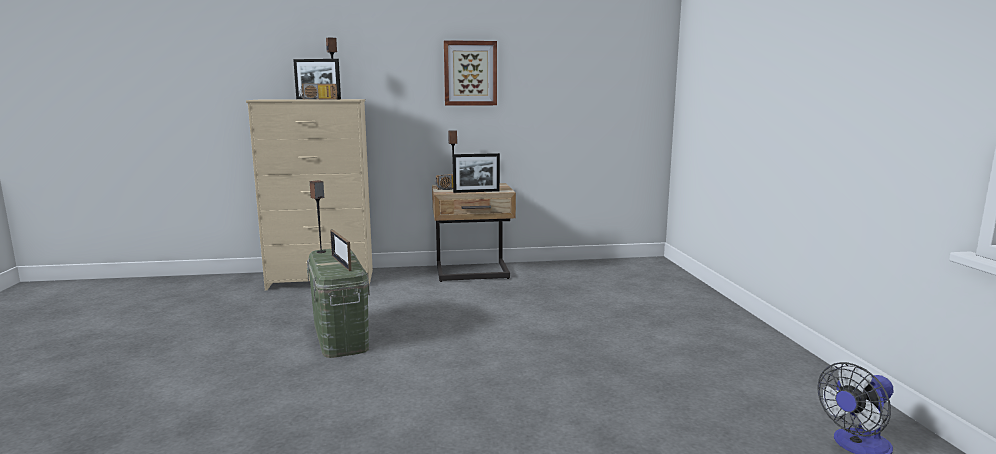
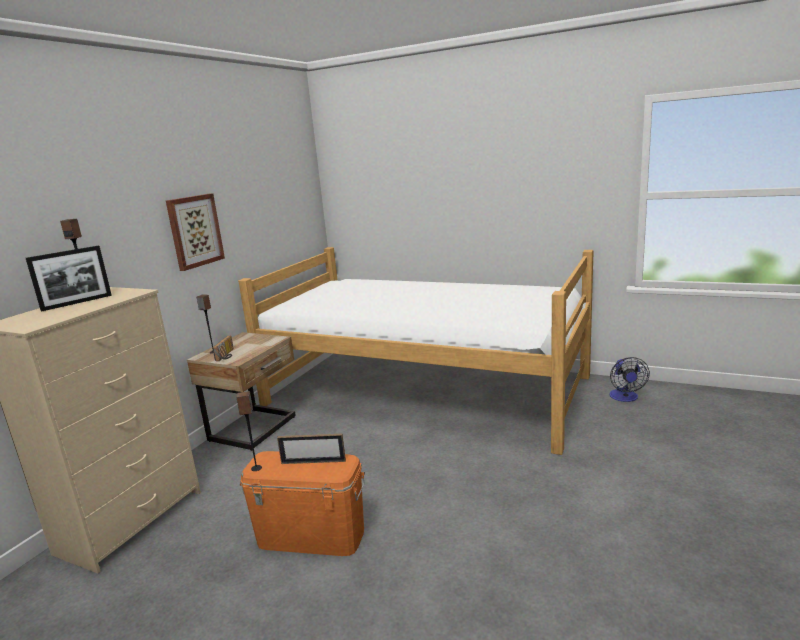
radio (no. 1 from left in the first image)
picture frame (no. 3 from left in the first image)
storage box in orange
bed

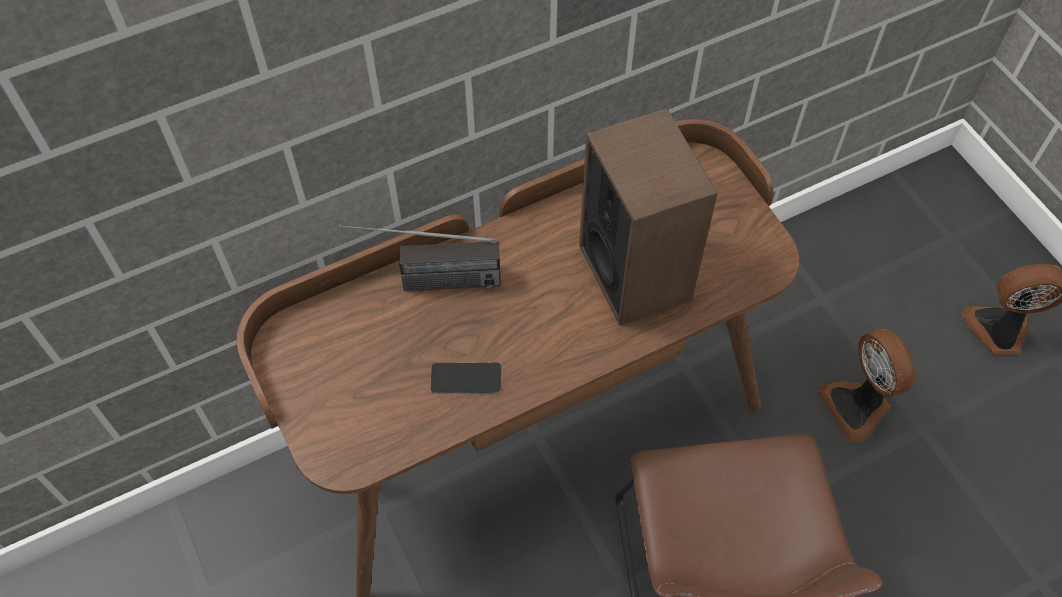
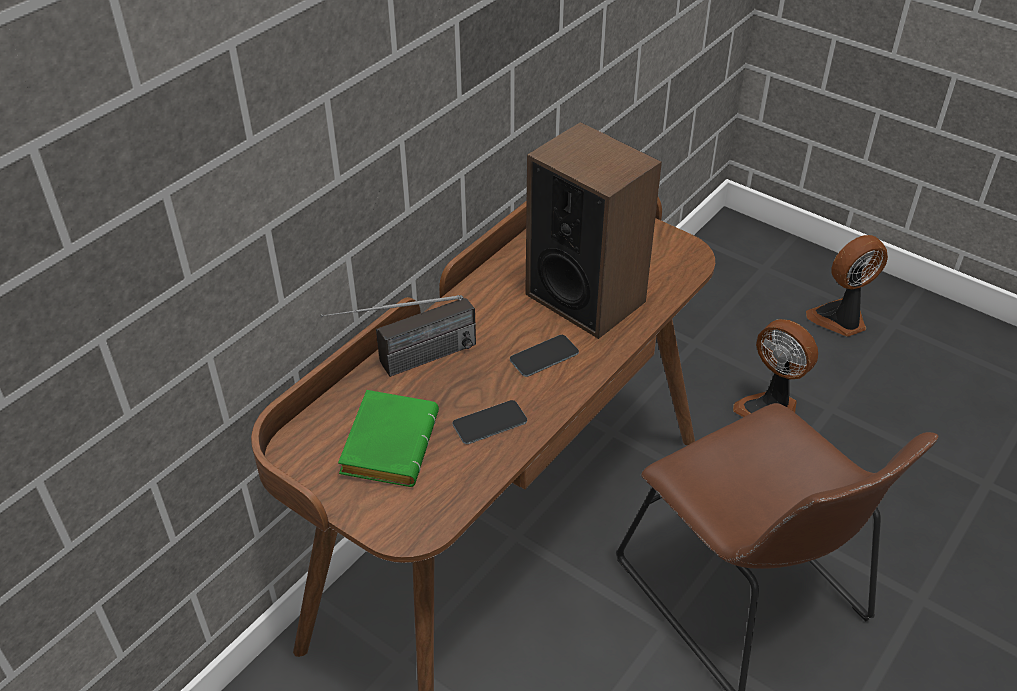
phone (no. 2 from left)
book in green

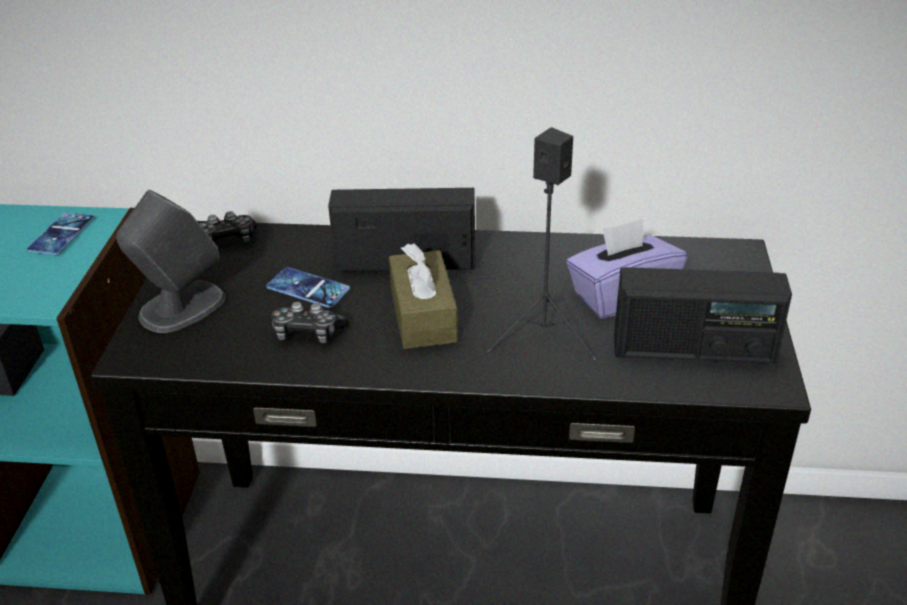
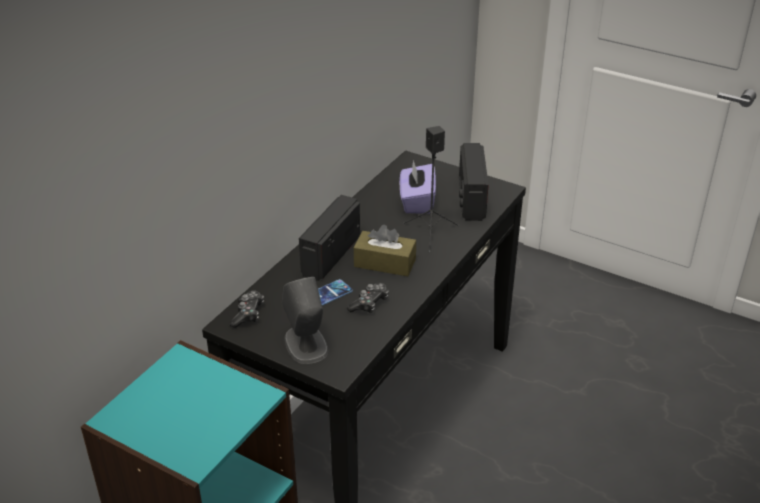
phone (no. 1 from left in the first image)
radio (no. 2 from left)

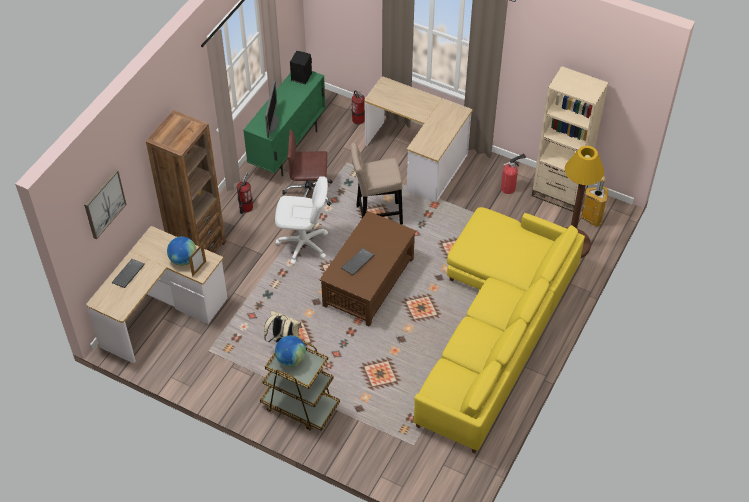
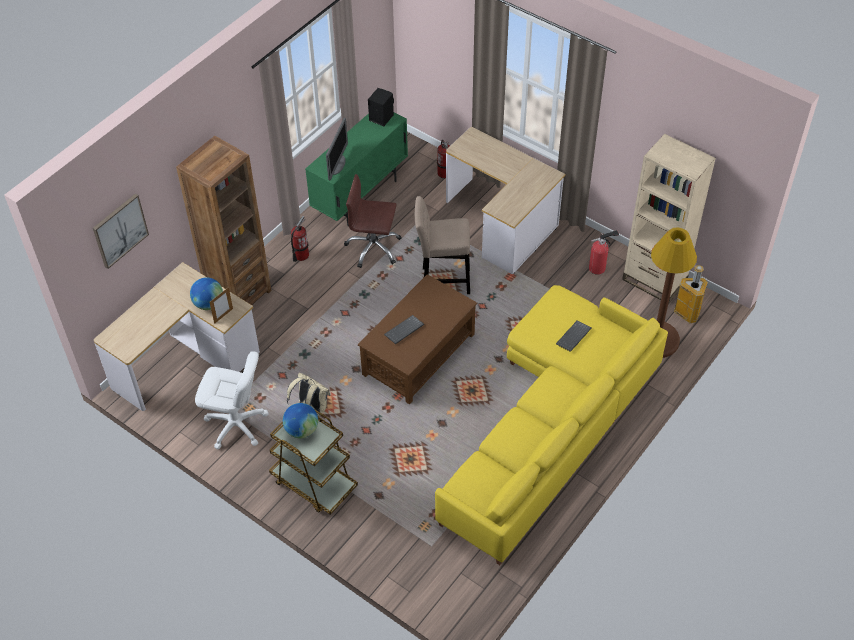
office chair in white
keyboard (no. 2 from left)

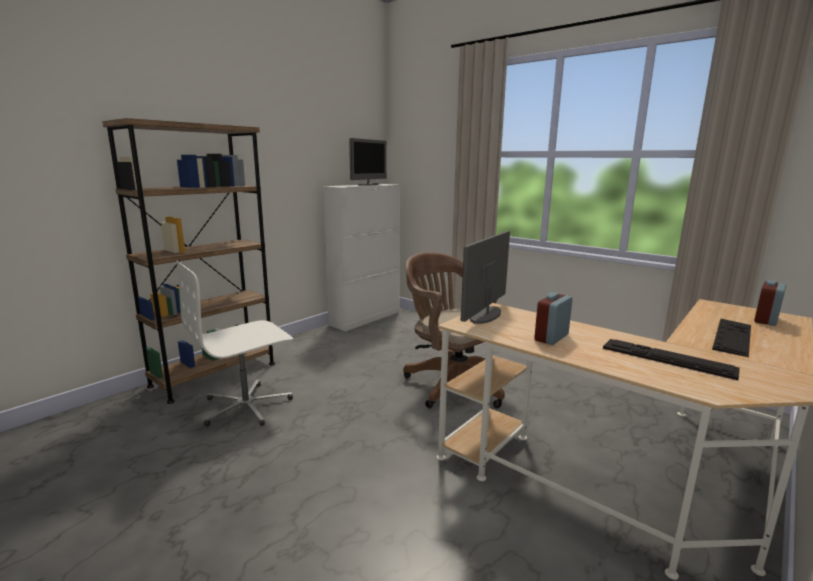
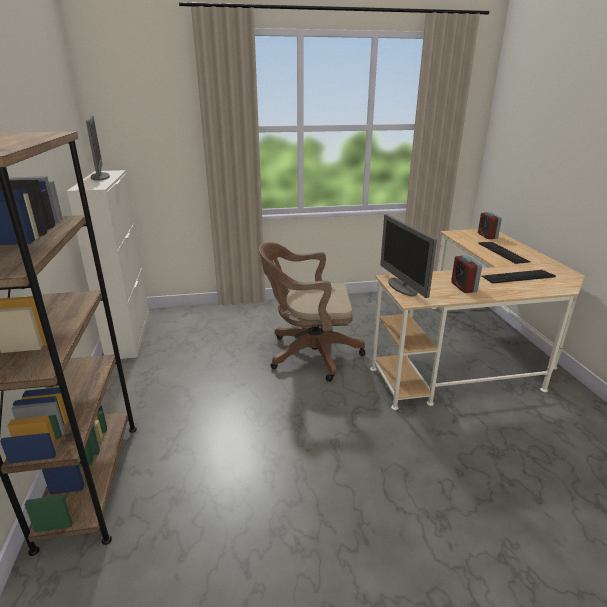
office chair in white

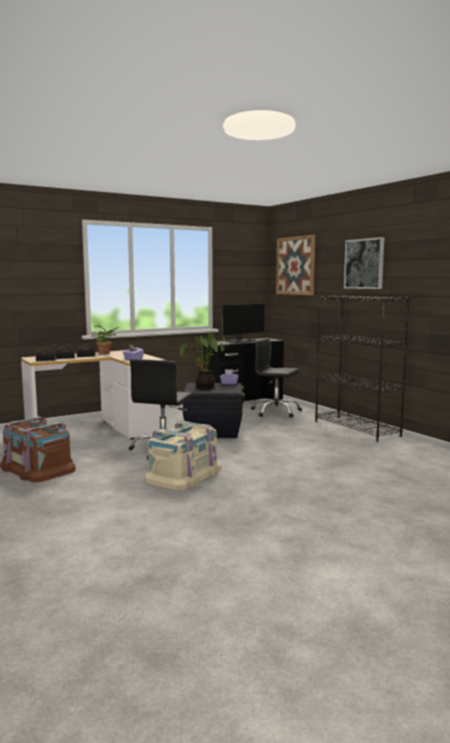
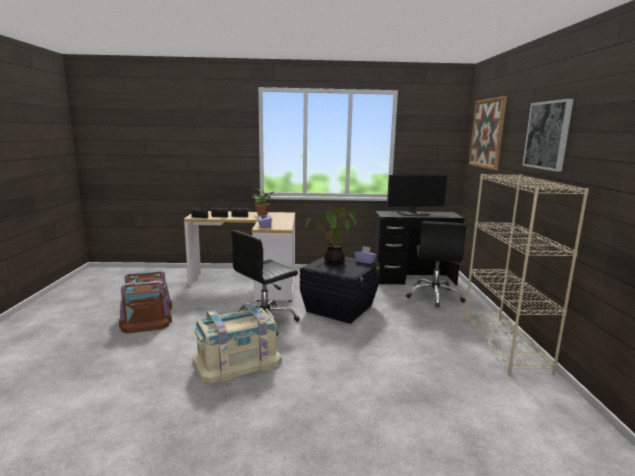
bookcase in beige
office chair in black (no. 2 from left)

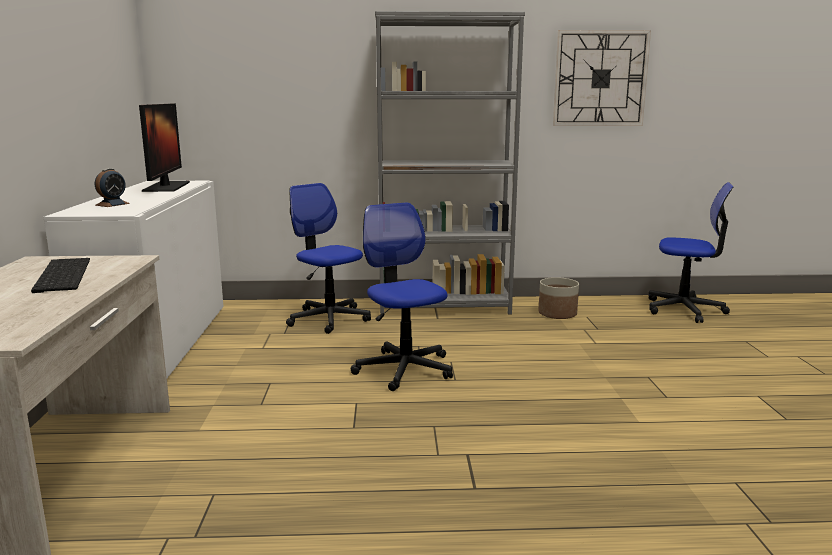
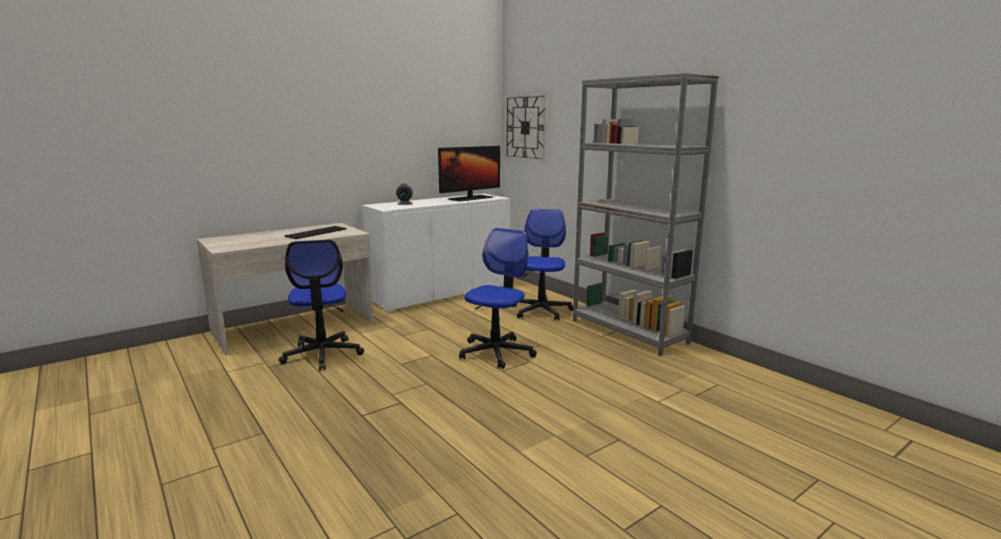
wall clock
office chair (no. 1 from left)
planter

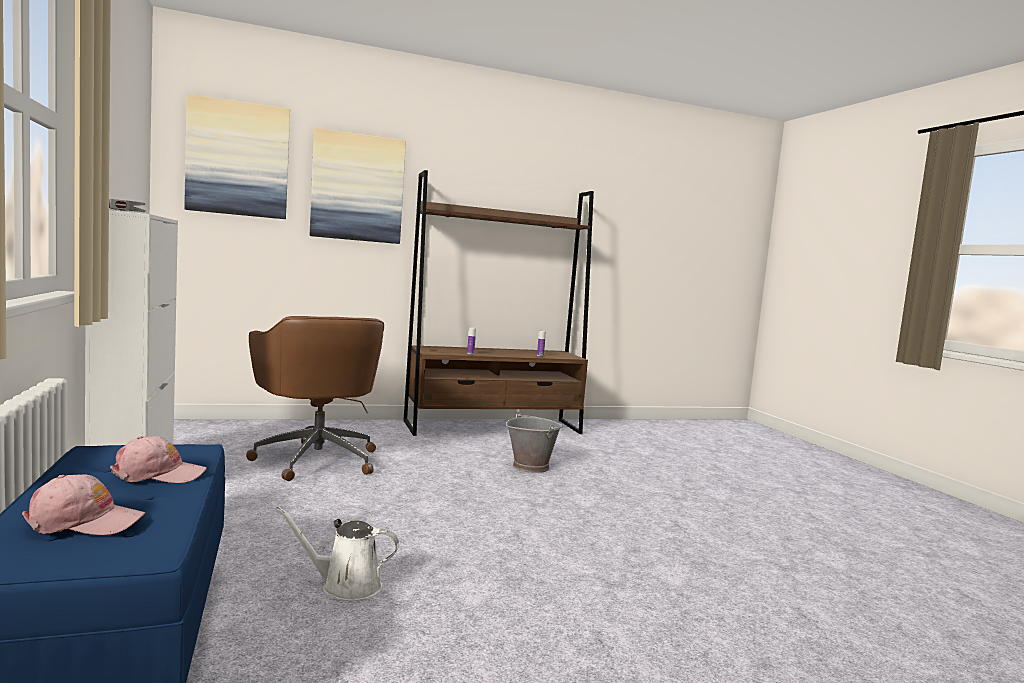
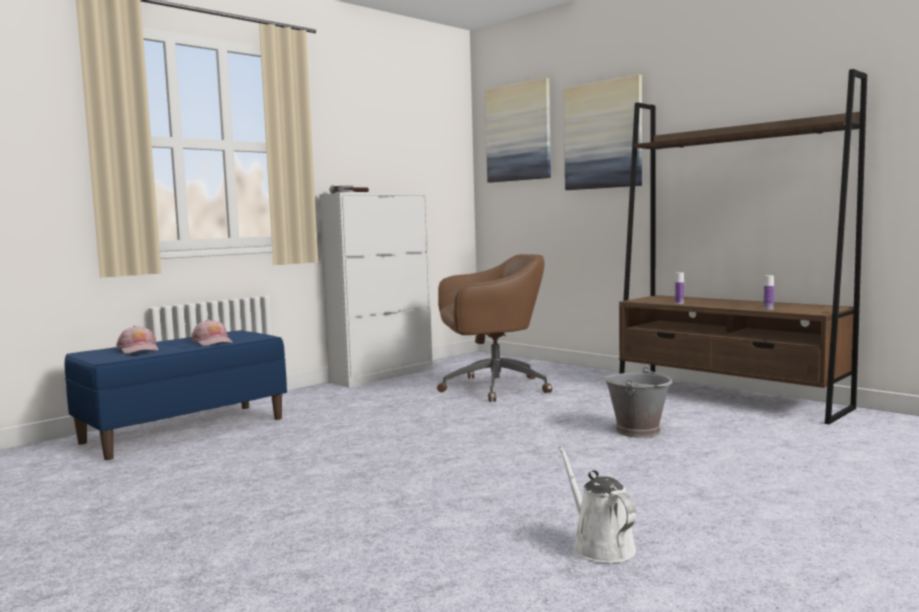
office chair in brown
watering can in white

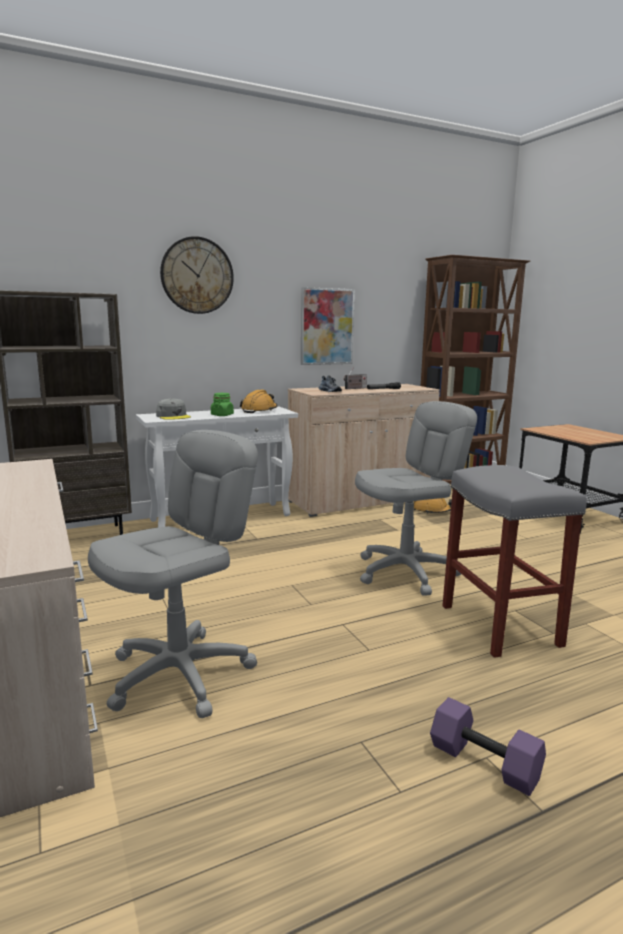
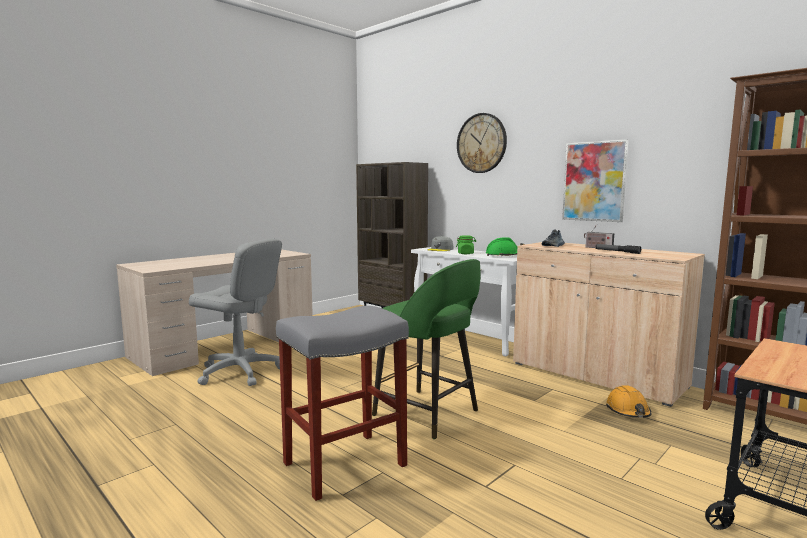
hard hat in green
stool in green
dumbbell in purple

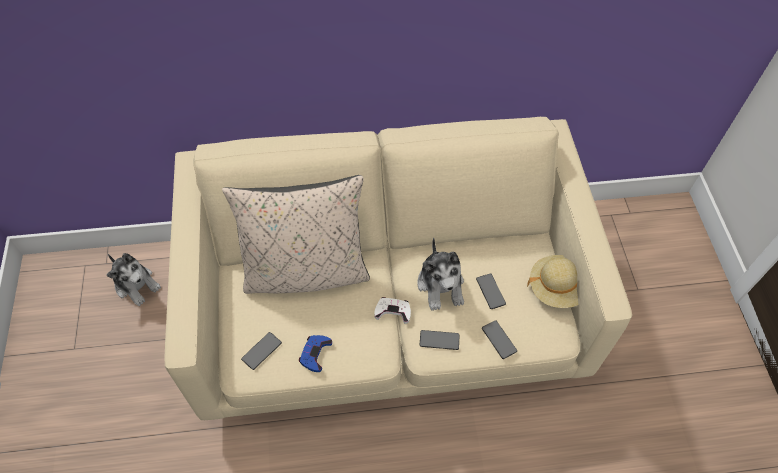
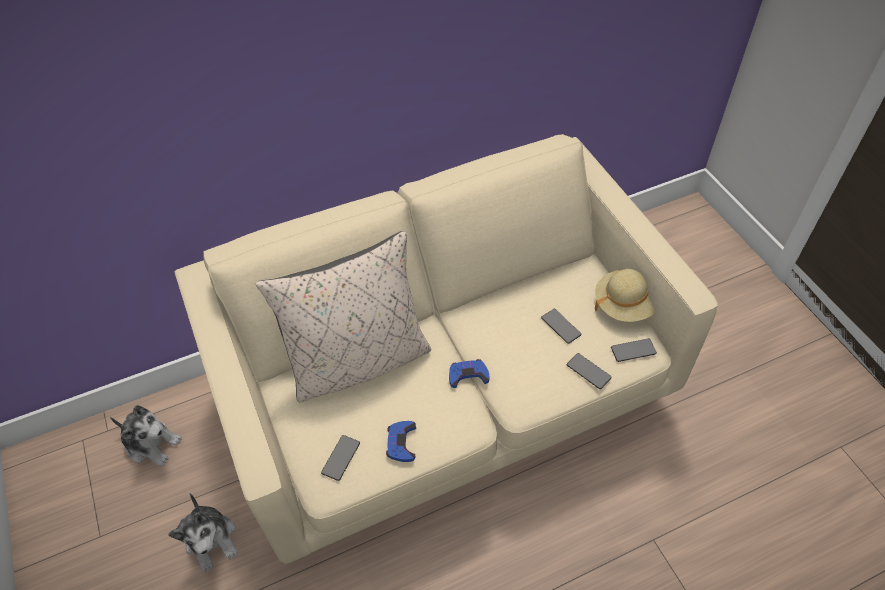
plush toy (no. 2 from left)
game controller in blue (no. 2 from left)
phone (no. 4 from left)

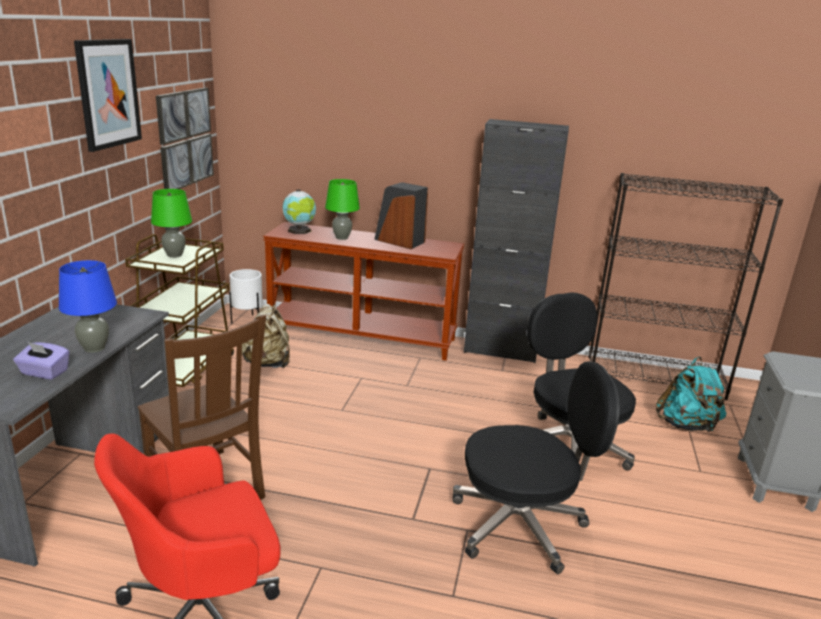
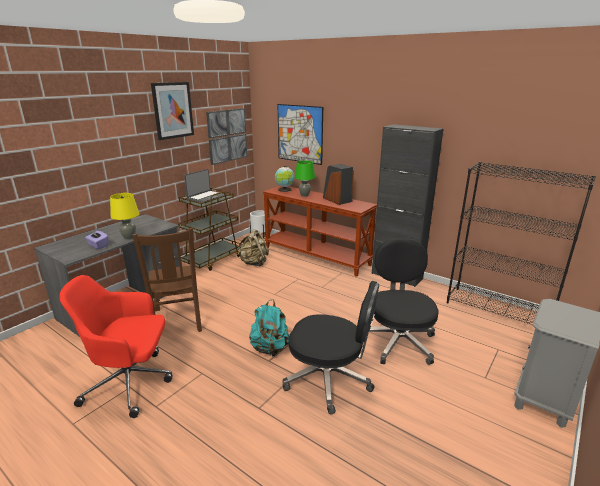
laptop
table lamp in yellow
backpack in turquoise
picture (no. 3 from left)

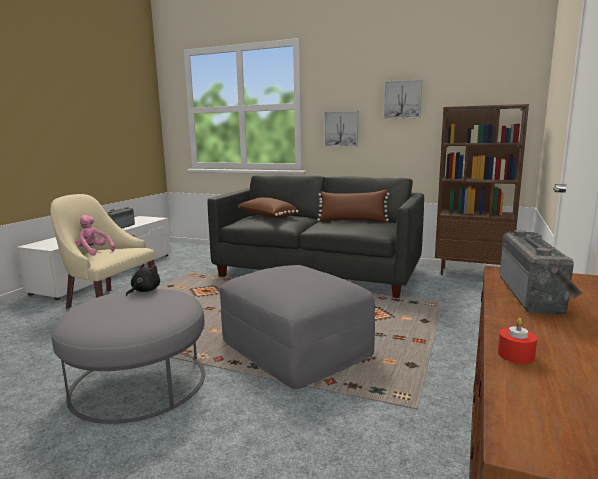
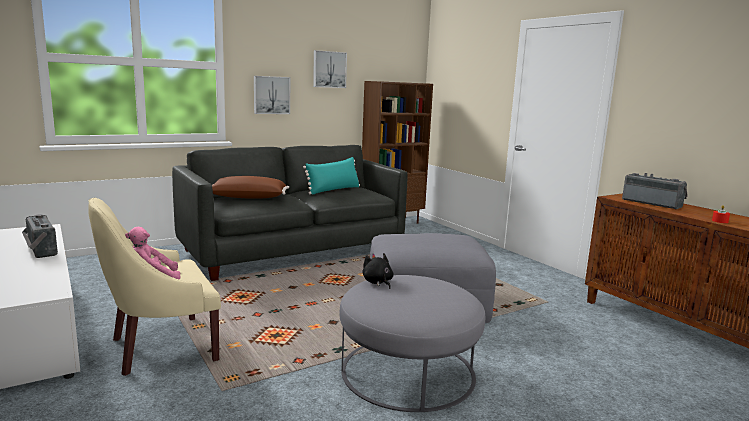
pillow in turquoise

